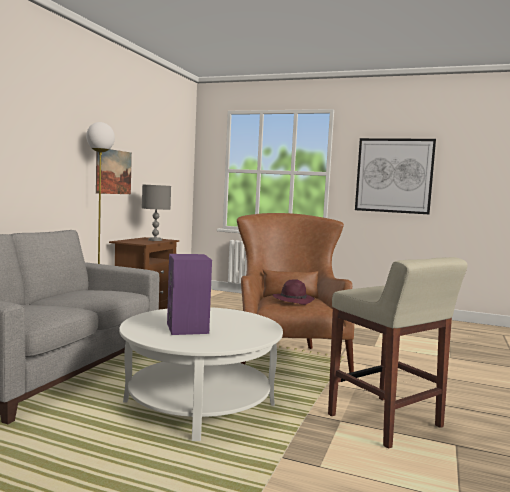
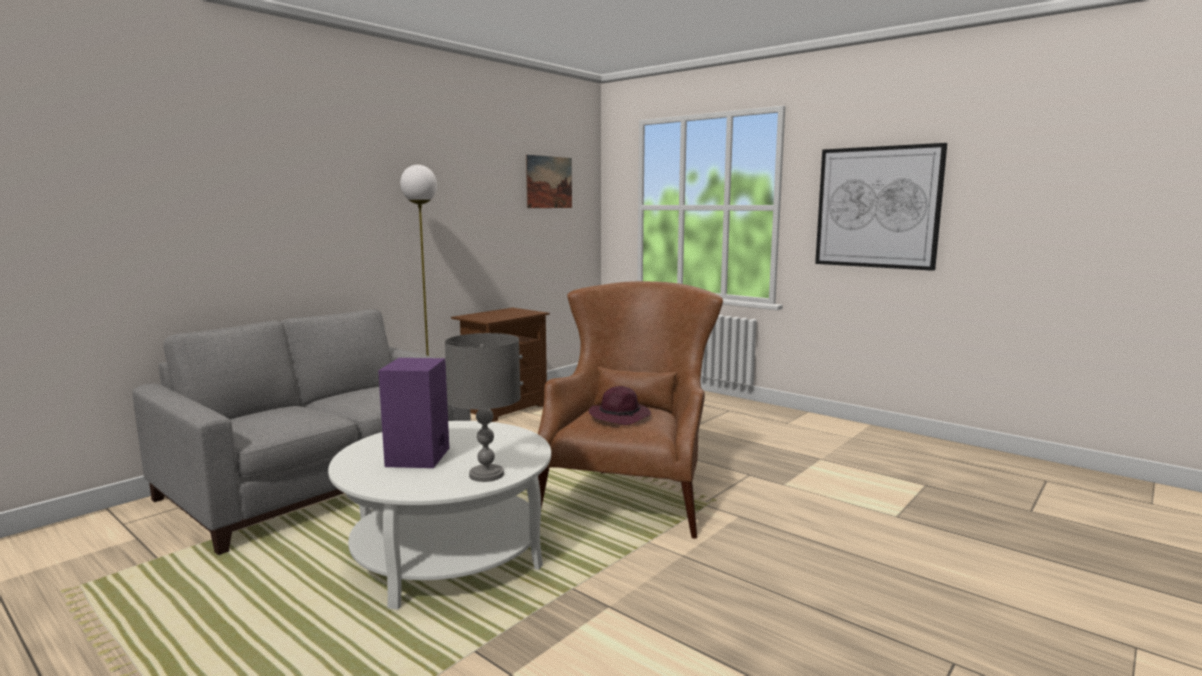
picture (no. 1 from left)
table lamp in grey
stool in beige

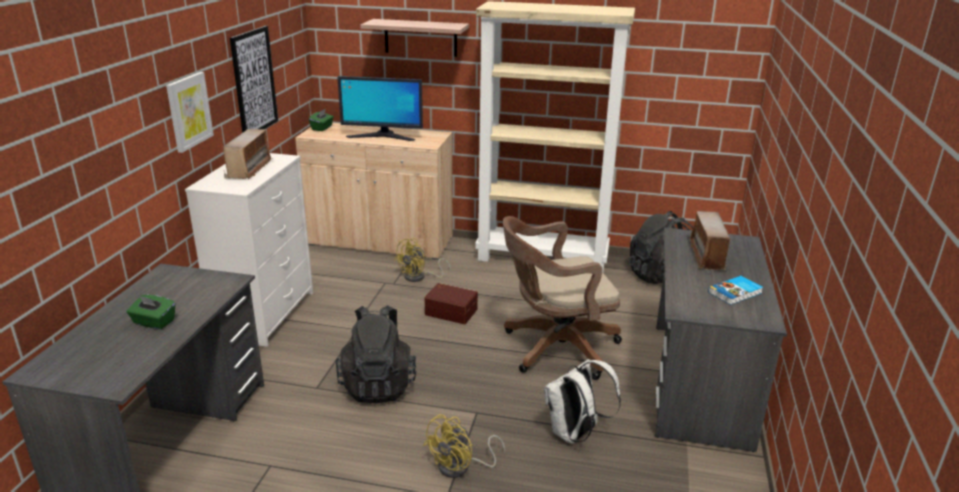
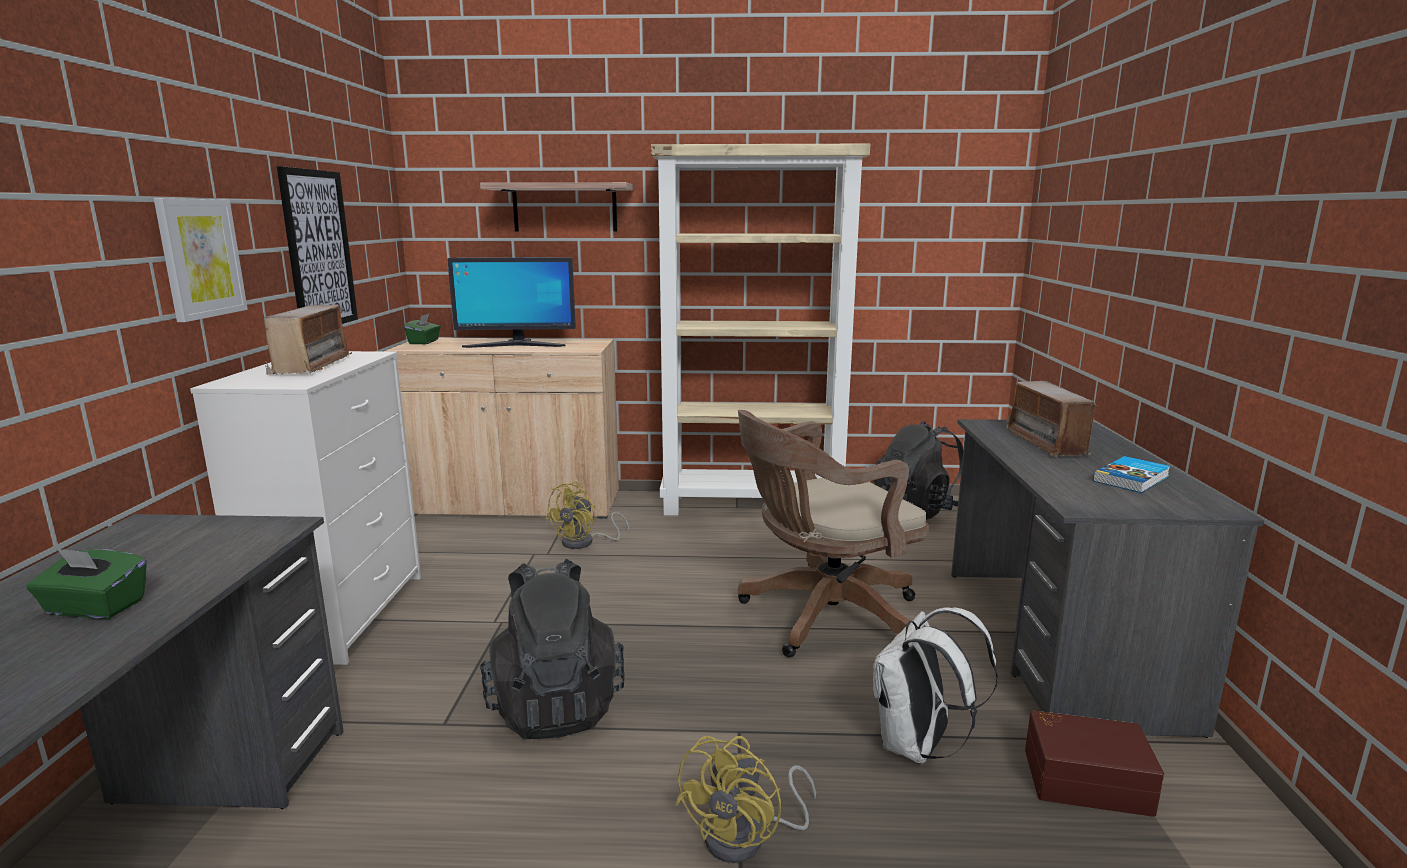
storage box in brown

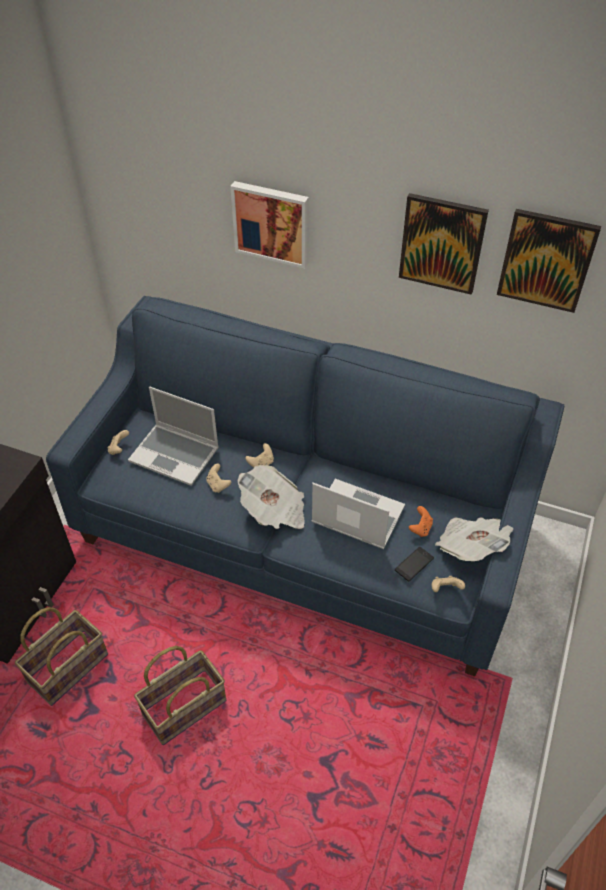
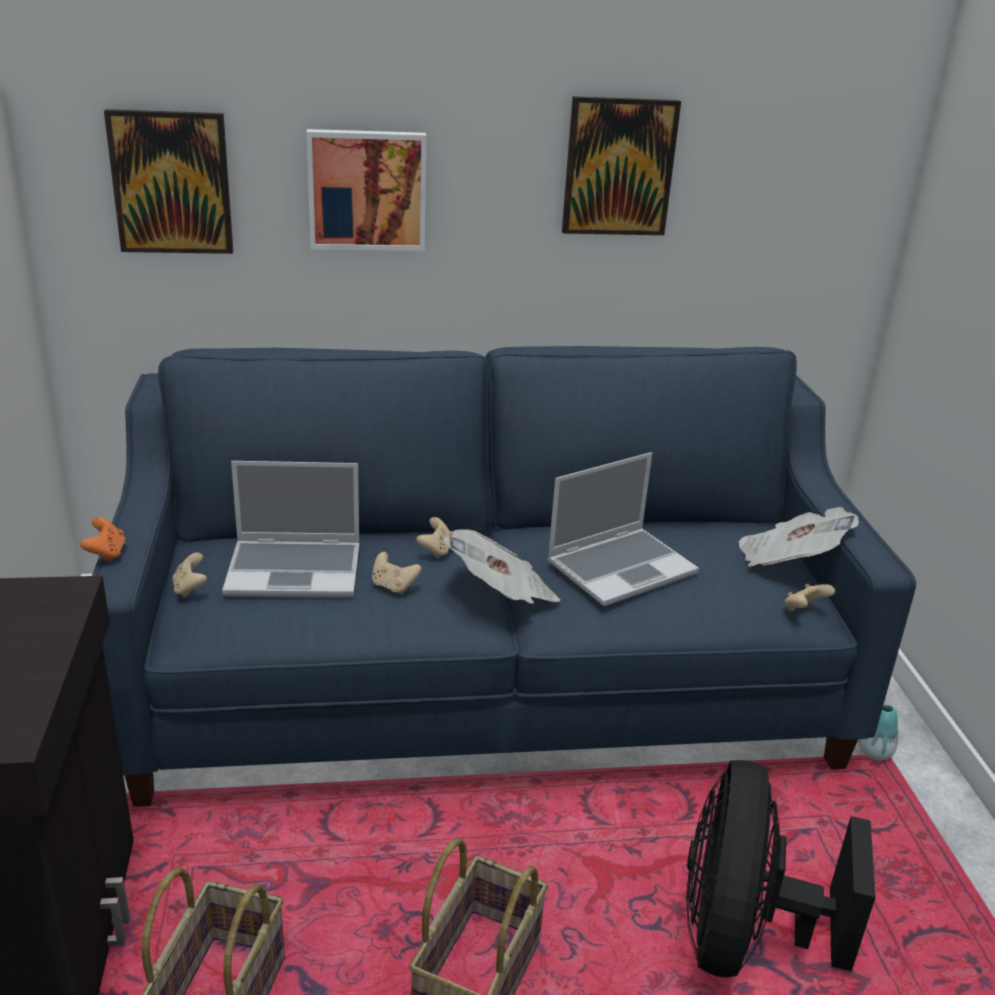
picture (no. 1 from left)
laptop (no. 2 from left)
game controller in orange
phone
vase
fan in black

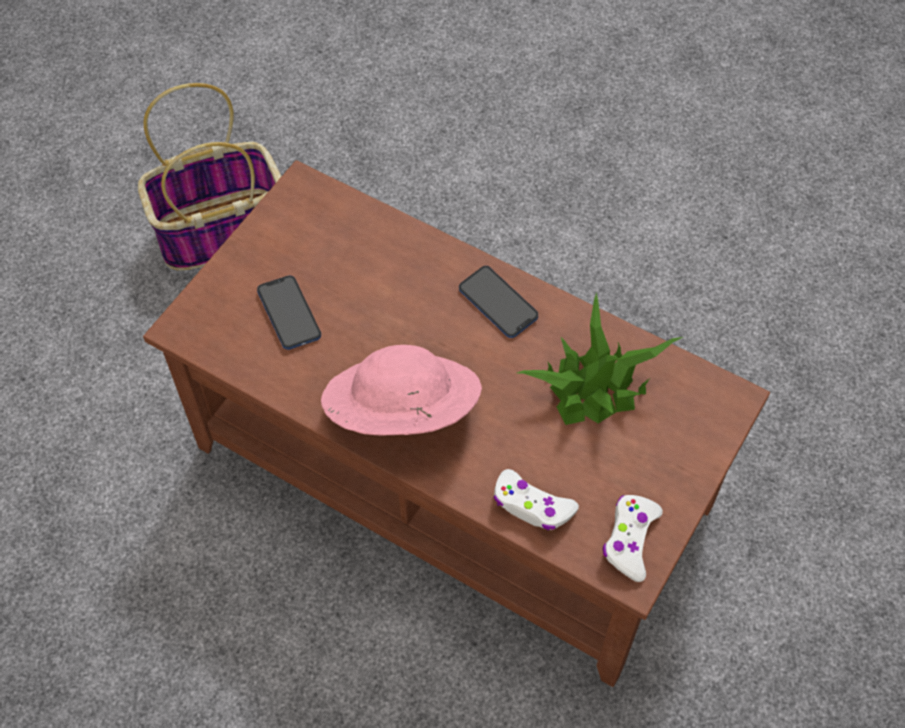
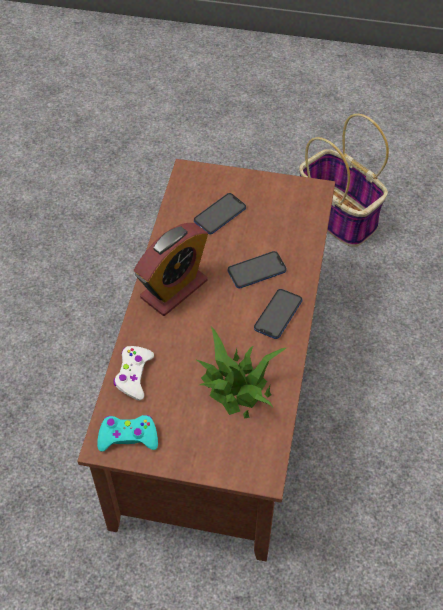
alarm clock
game controller in turquoise
phone (no. 2 from left)

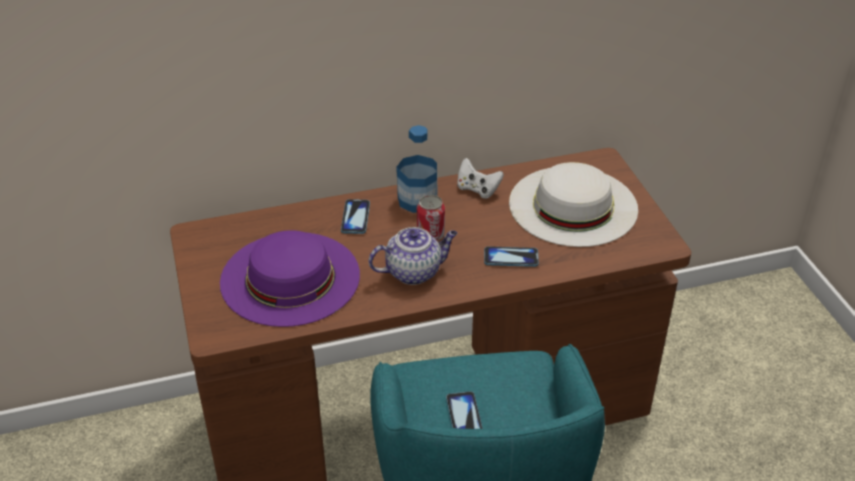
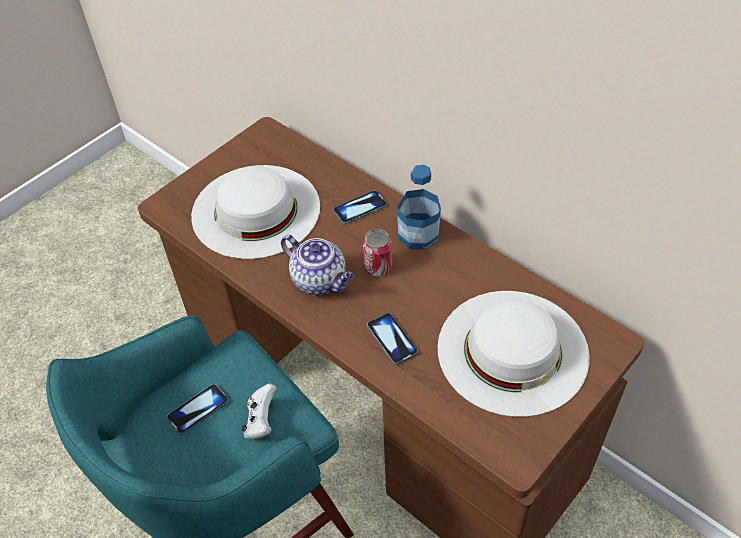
game controller in white
hat in white (no. 1 from left)

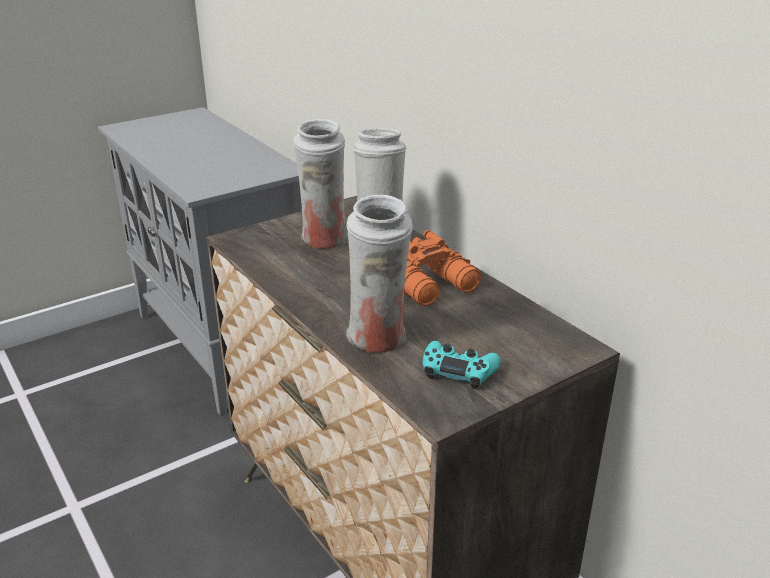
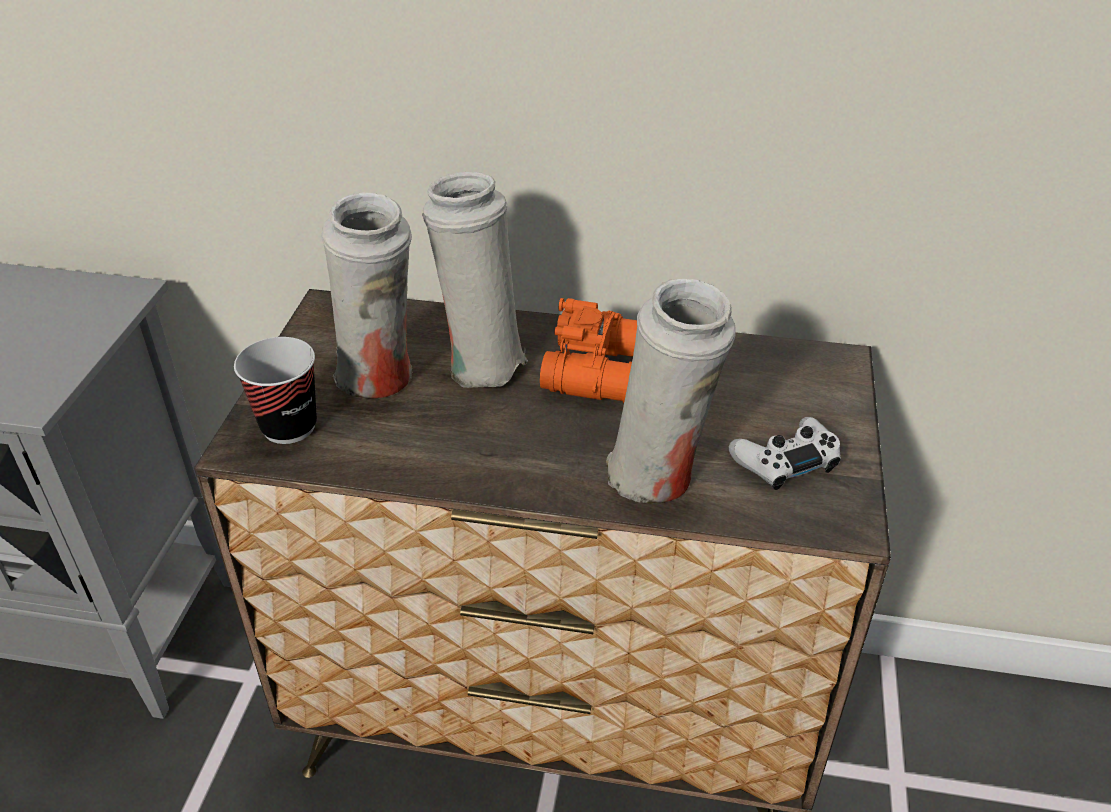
game controller in white
cup

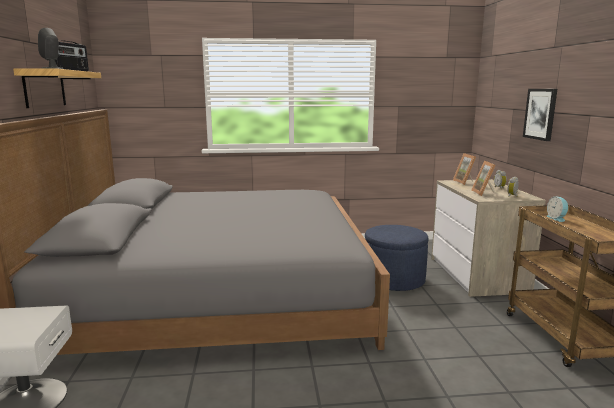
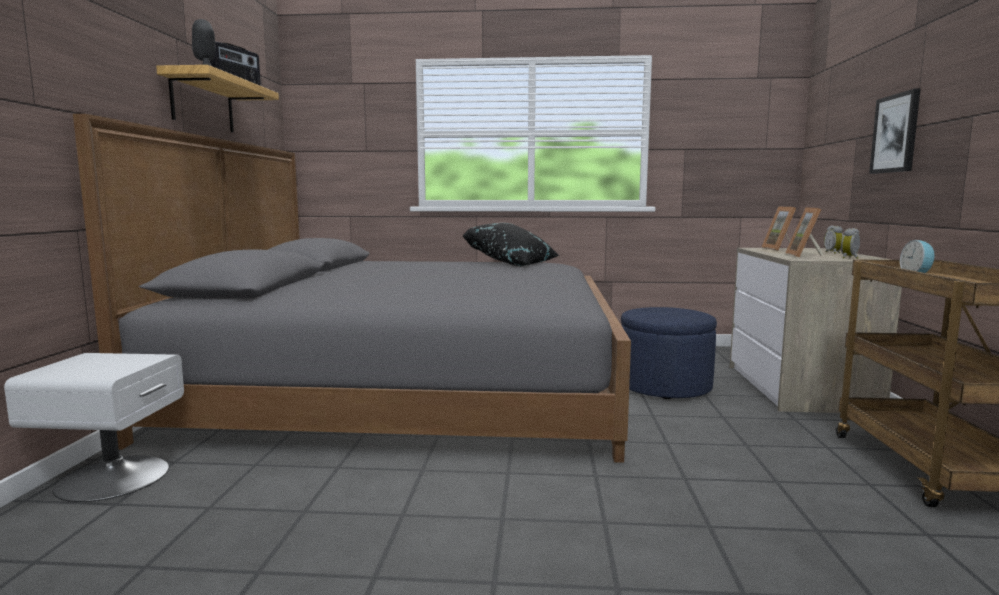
pillow in black

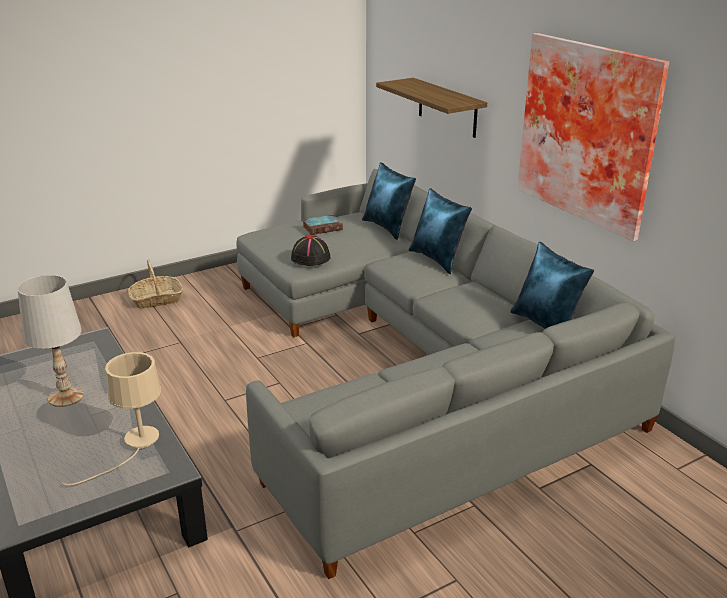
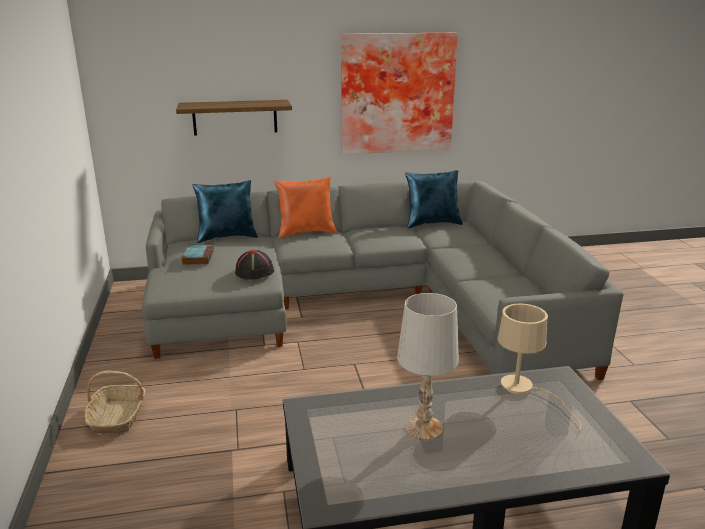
pillow in orange

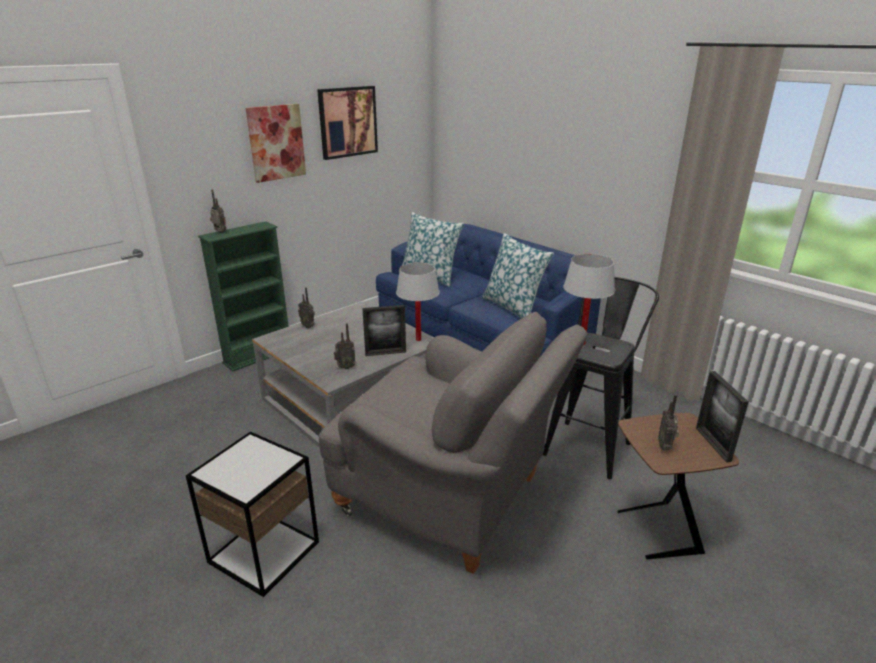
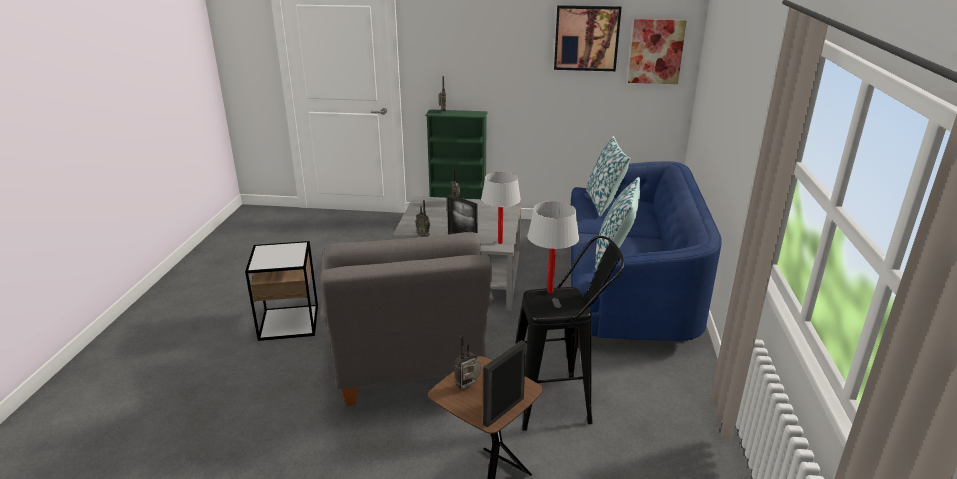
picture (no. 2 from left)

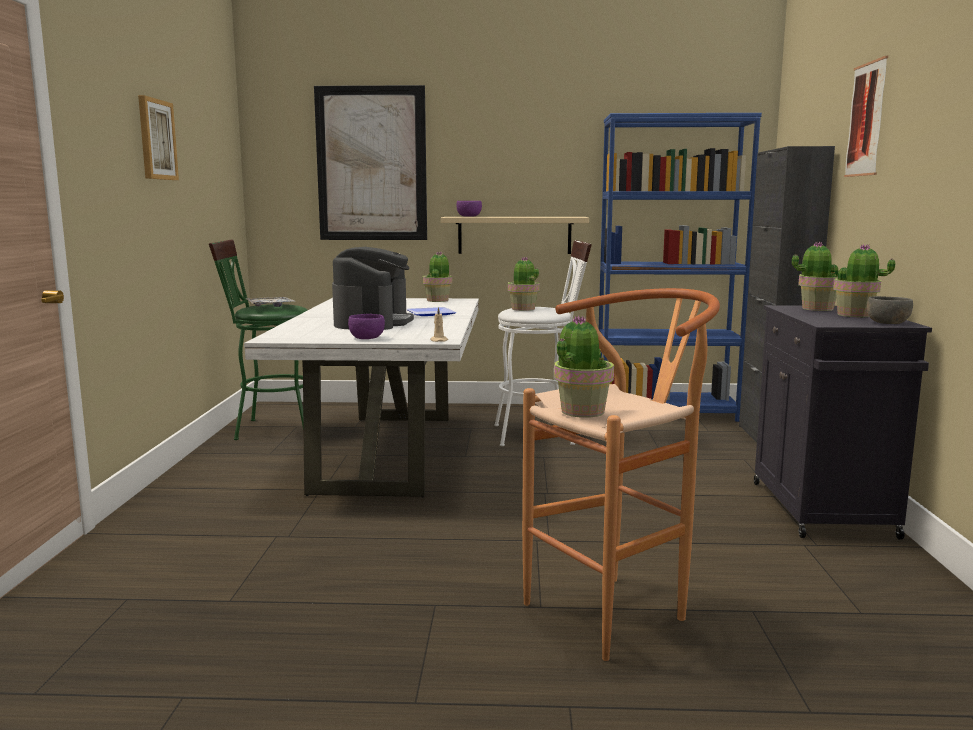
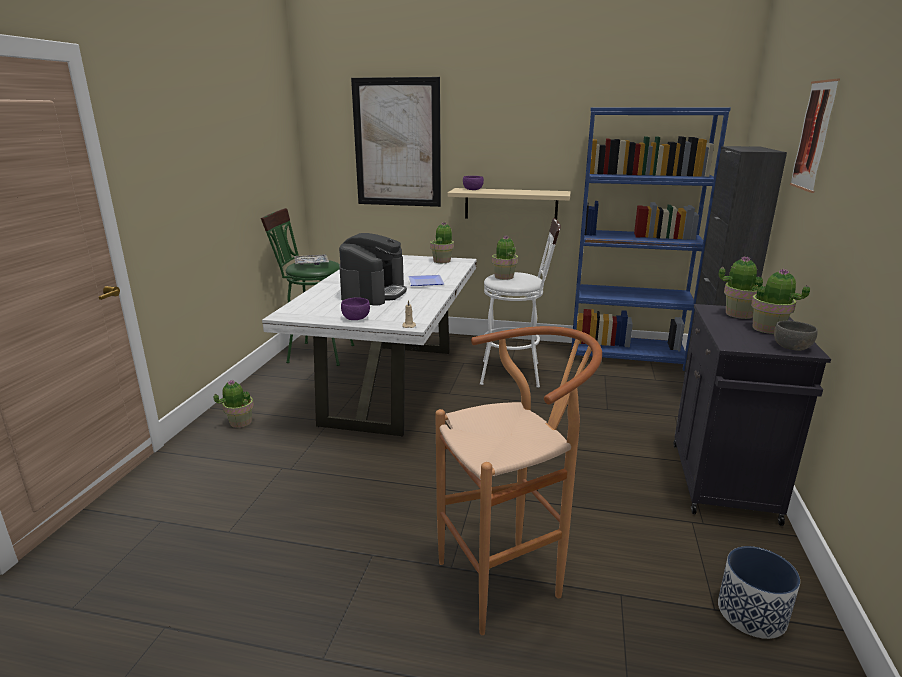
picture (no. 1 from left in the first image)
potted plant (no. 1 from left)
planter

